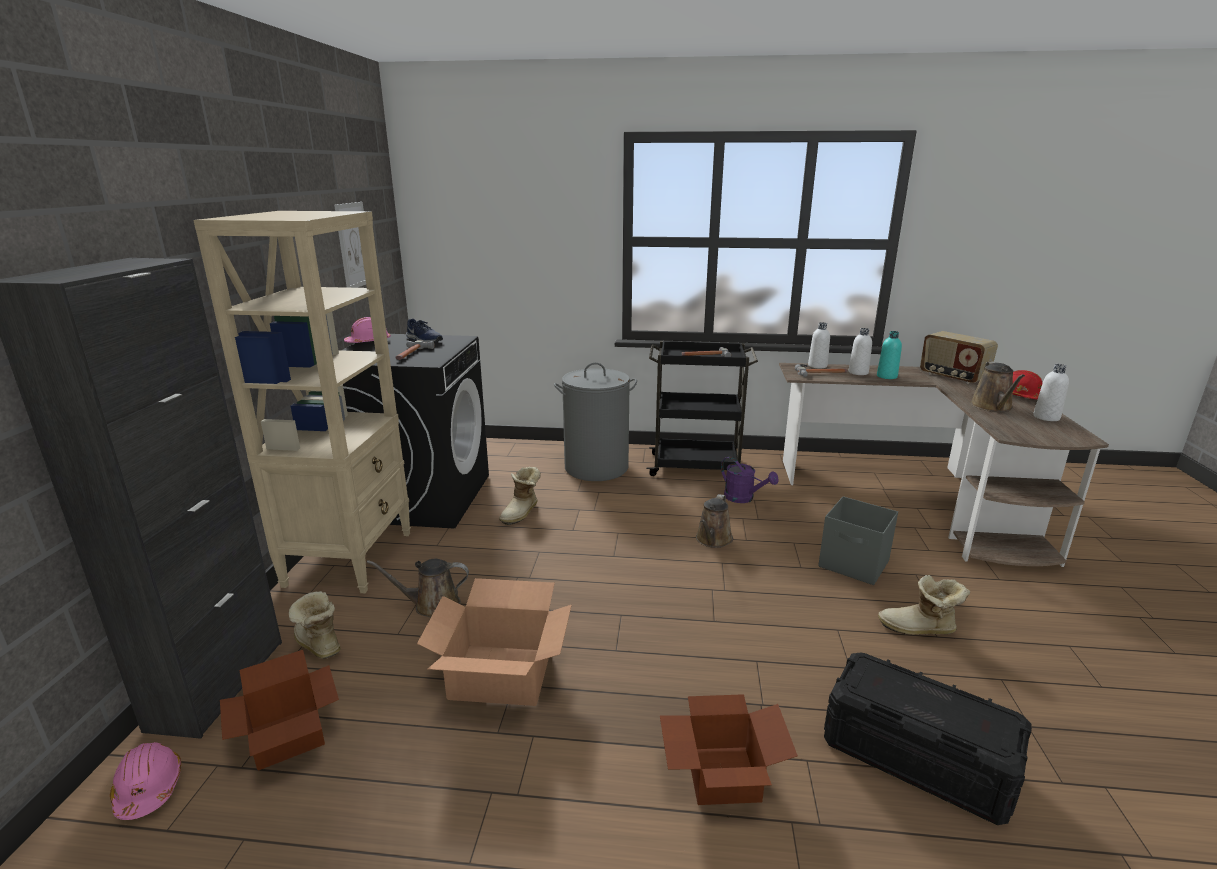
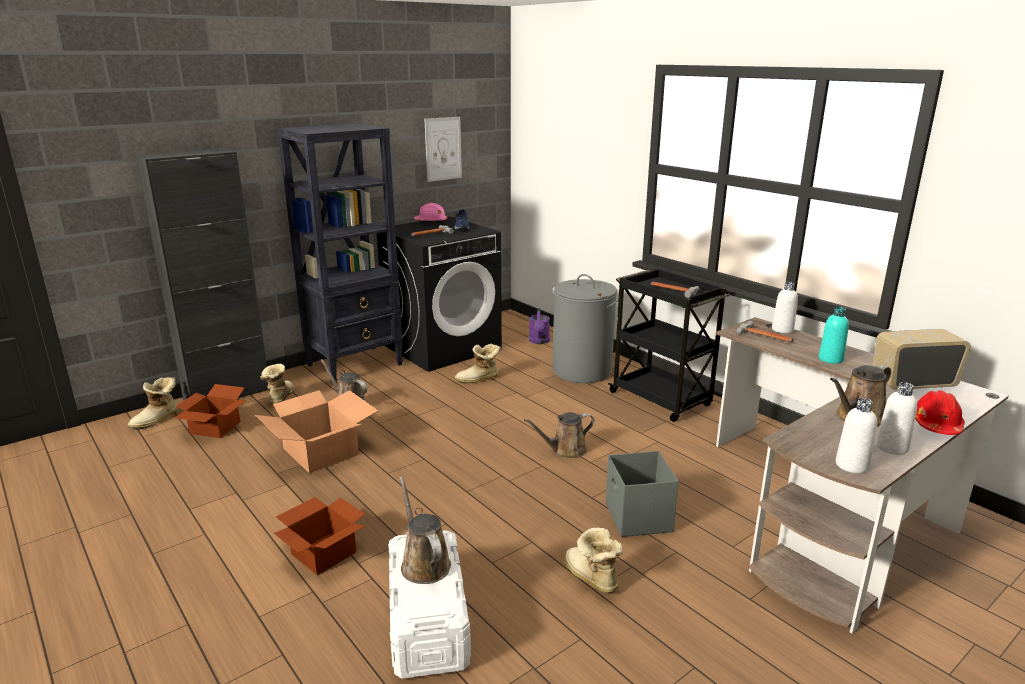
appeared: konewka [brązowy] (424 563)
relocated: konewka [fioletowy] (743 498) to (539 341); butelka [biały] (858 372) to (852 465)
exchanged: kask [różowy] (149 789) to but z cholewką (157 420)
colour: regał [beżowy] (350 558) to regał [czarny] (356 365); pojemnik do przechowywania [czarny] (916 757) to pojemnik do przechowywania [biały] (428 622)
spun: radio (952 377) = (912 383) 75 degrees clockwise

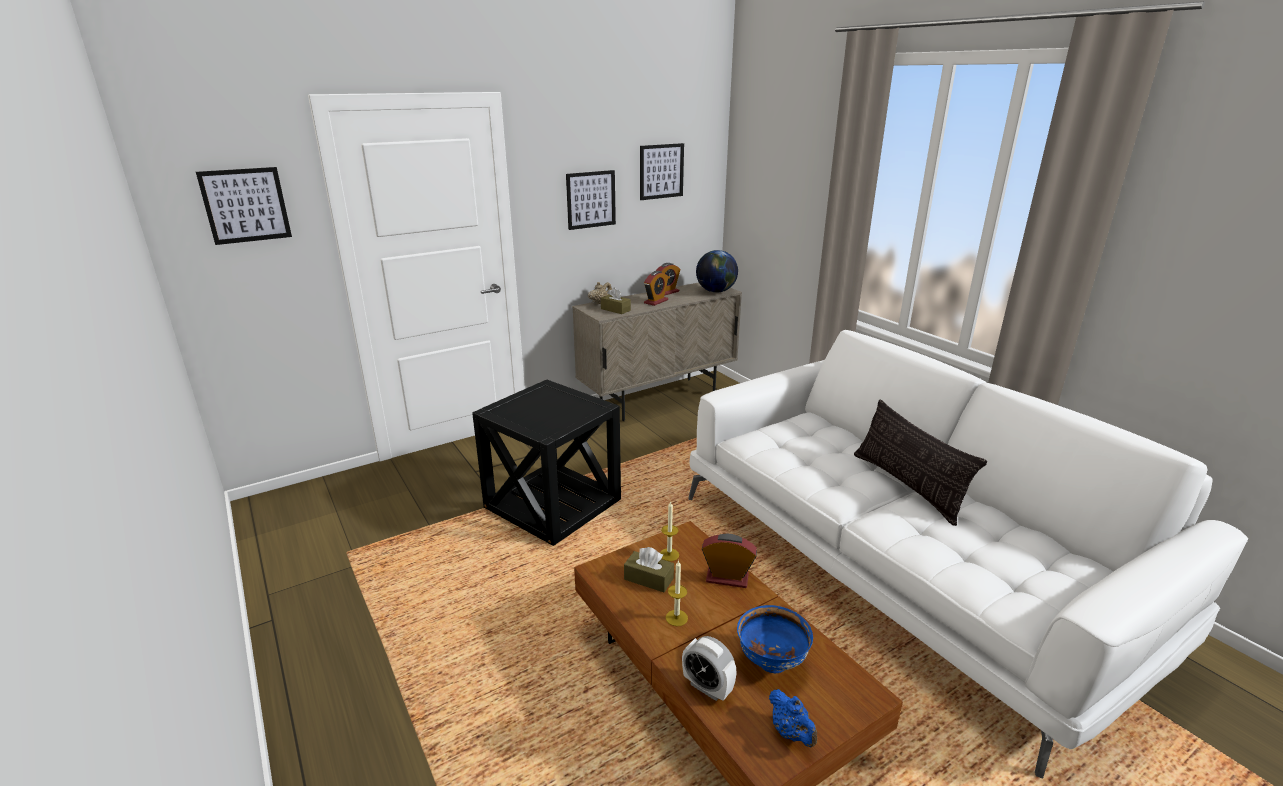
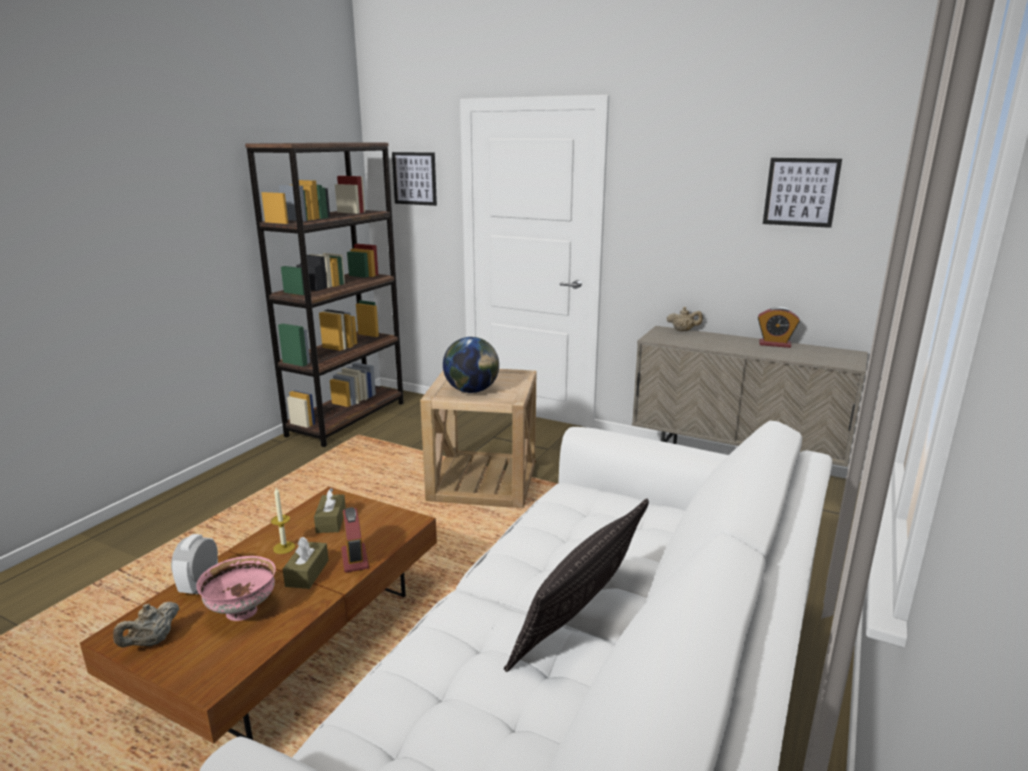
missing: obraz (591 199); budzik (656 301); świeca (669 554)
appeared: regał [brązowy] (347 419)
relocated: pudełko chusteczek [brązowy] (615 309) to (307 573); globus (716 291) to (472 391)
colour: stolik [czarny] (553 504) to stolik [beżowy] (483 481); miska [niebieski] (771 662) to miska [różowy] (241 611); imbryk [niebieski] (791 732) to imbryk [beżowy] (152 642)

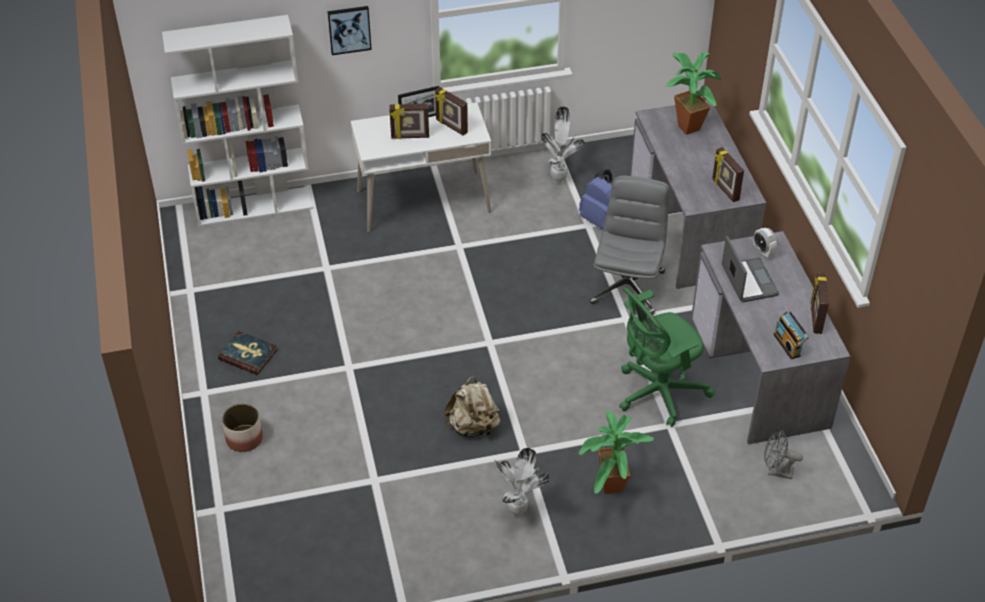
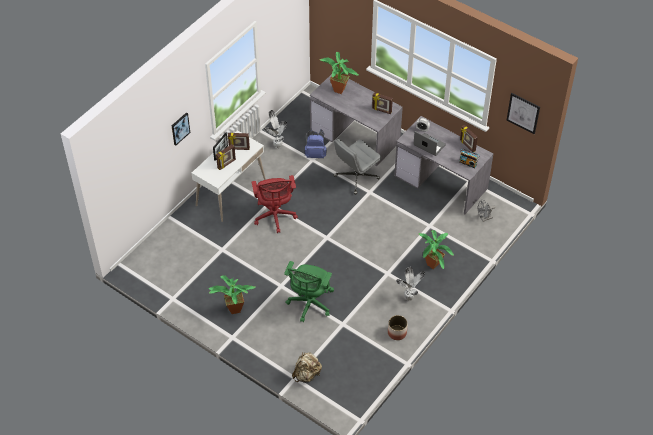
missing: regał [biały] (254 206)
appeared: krzesło biurowe [czerwony] (275 216); obraz (523 113)
relocated: donica (244 439) to (397 333); plecak [beżowy] (473 426) to (306 374); krzesło biurowe [zielony] (657 393) to (309 304)
exchanged: książka (248 354) to roślina doniczkowa (232 309)
spun: krzesło biurowe [szary] (627 286) = (356 177) 105 degrees counterclockwise

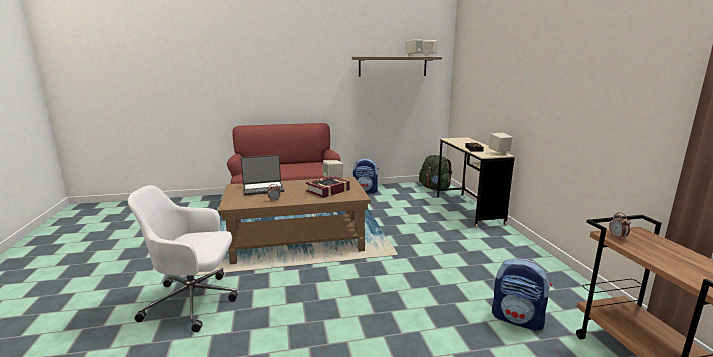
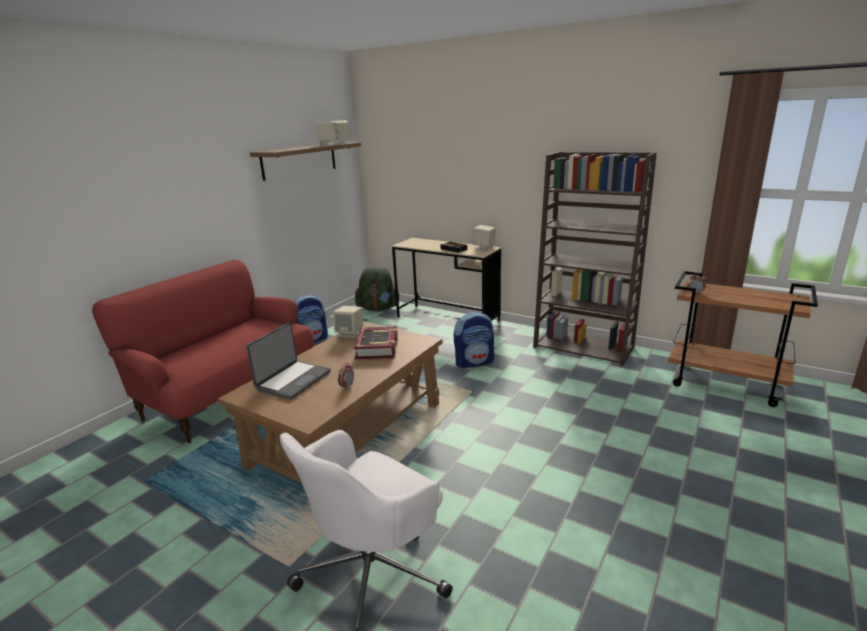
appeared: regał [brązowy] (584 347)
relocated: plecak (518 319) to (474 362)

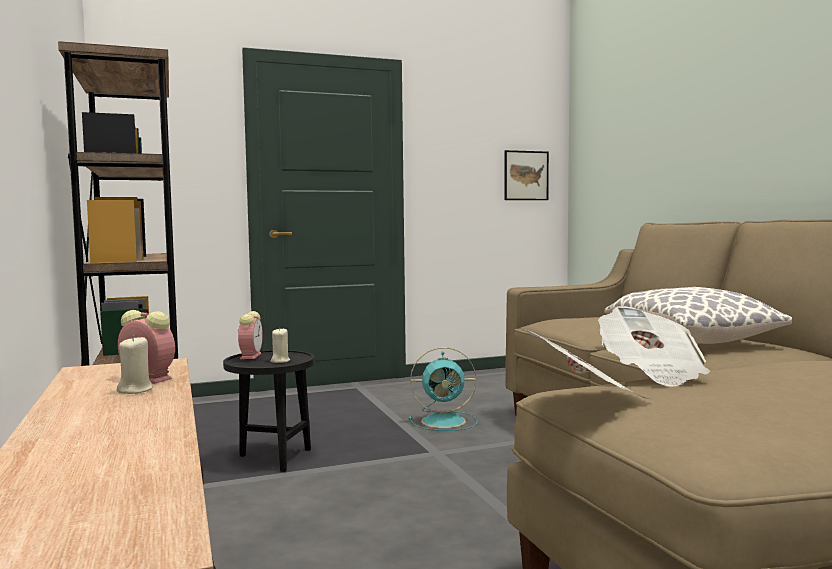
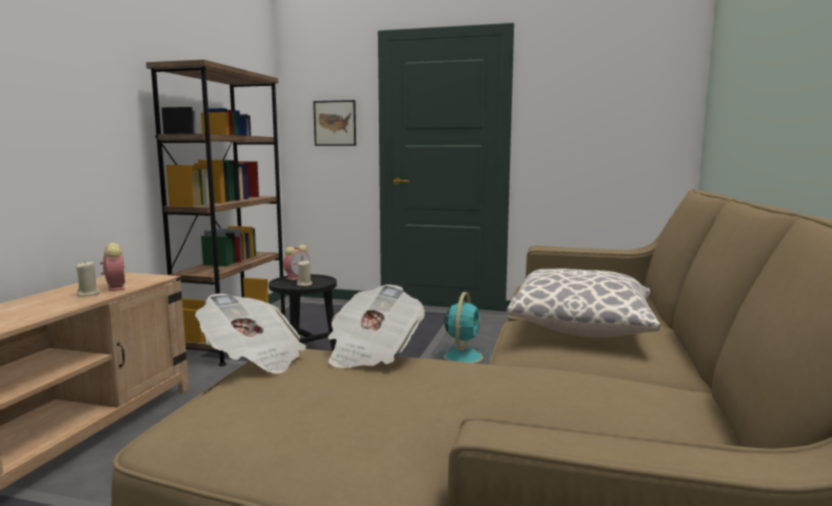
relocated: obraz (526 175) to (335 123)
spun: wentylator [turkusowy] (445 421) = (463 356) 105 degrees counterclockwise

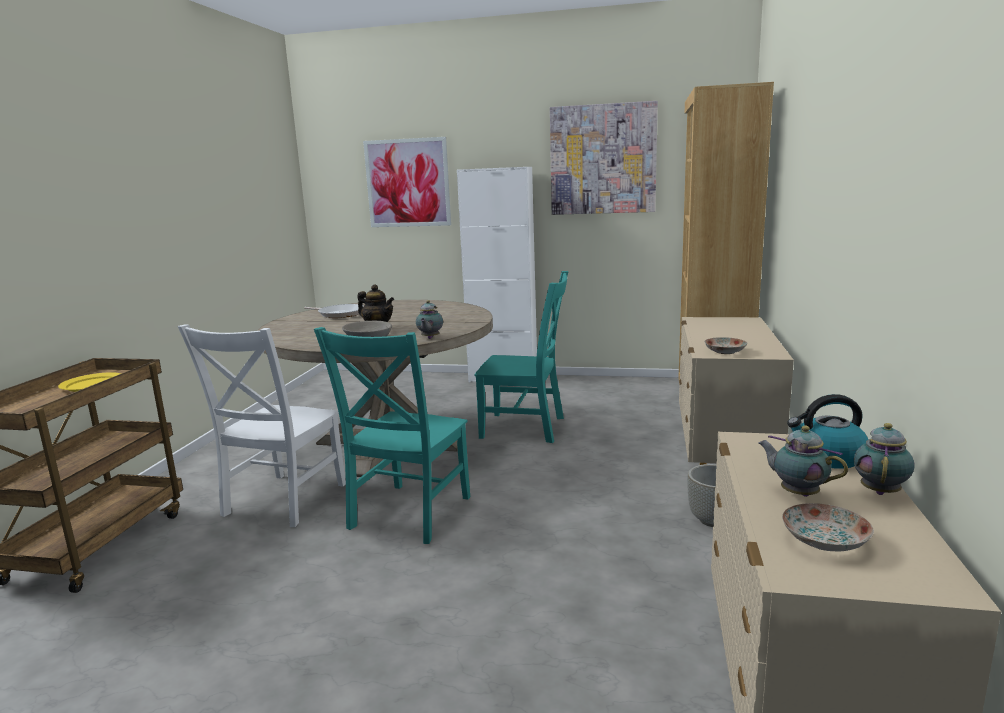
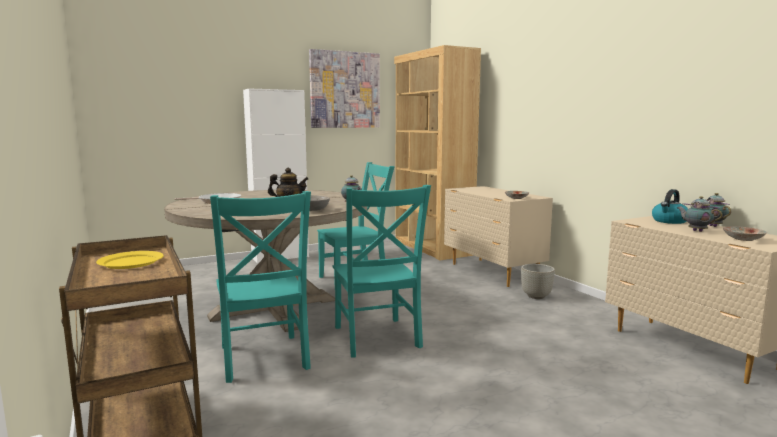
missing: obraz (407 183)
colour: krzesło [biały] (282 502) to krzesło [turkusowy] (263 359)
spun: imbryk (797 493) = (696 231) 45 degrees clockwise

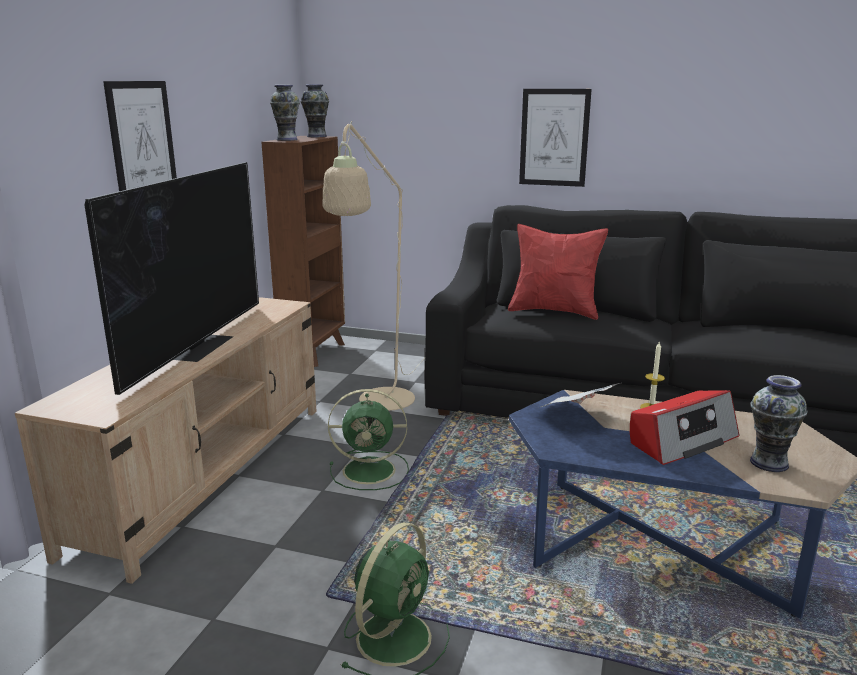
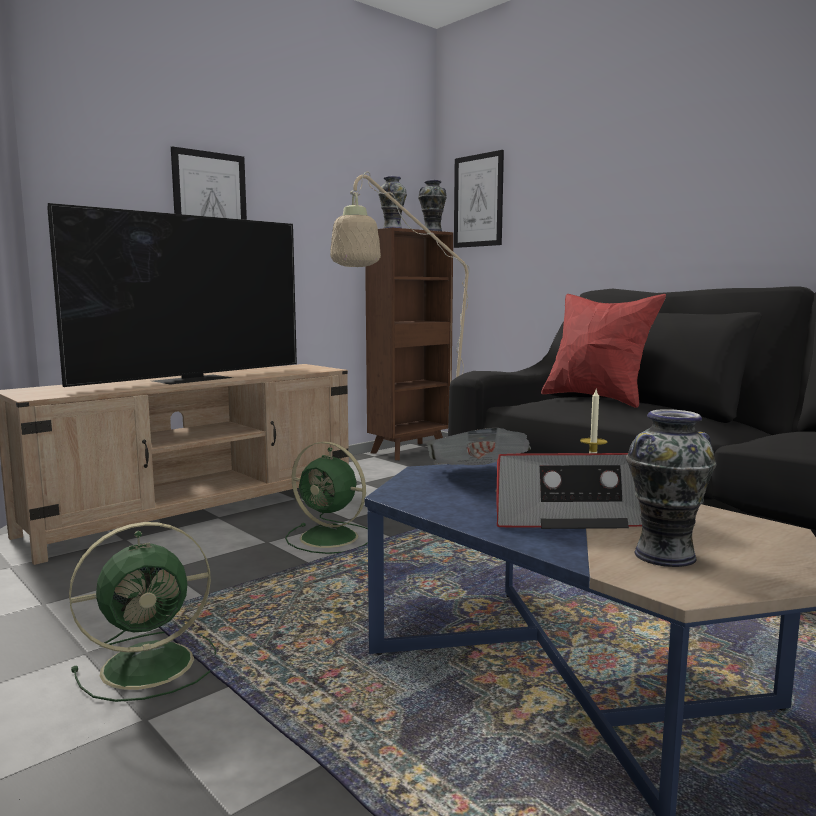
relocated: obraz (554 137) to (478 201)

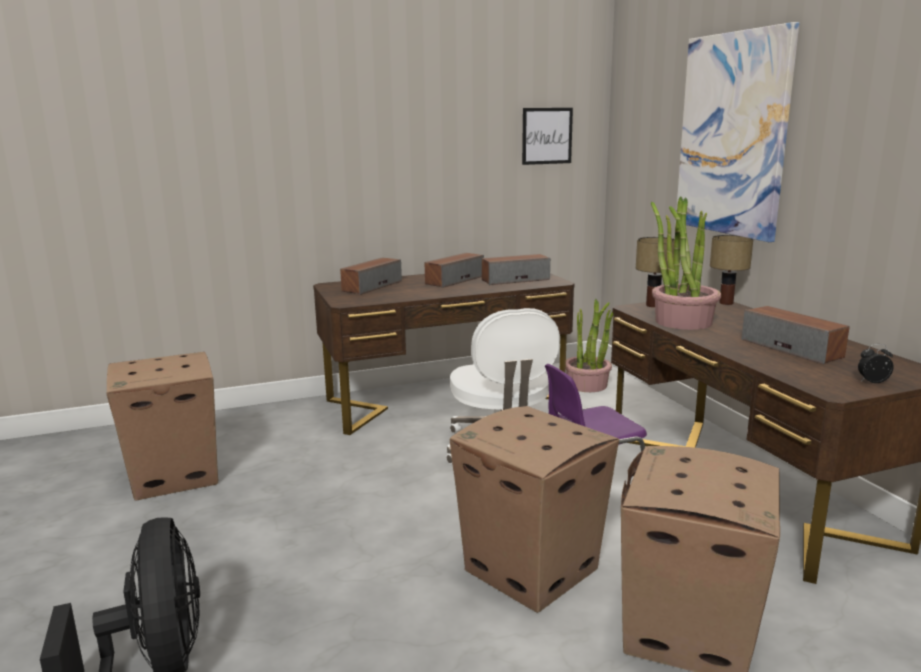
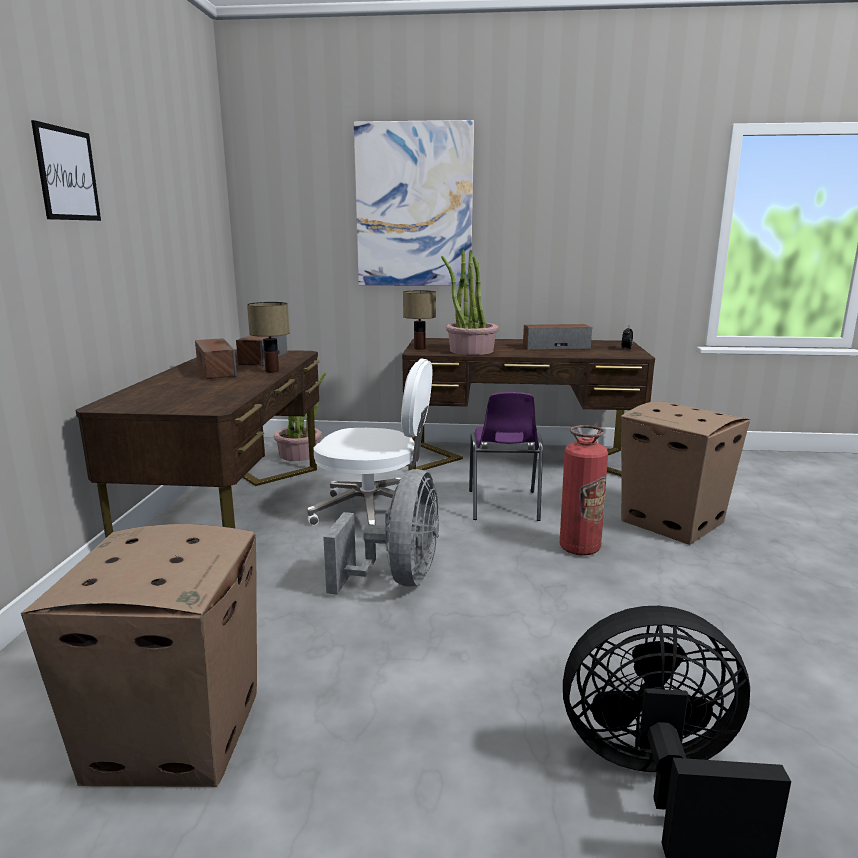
missing: głośnik (372 286)
appeared: wentylator [szary] (398 579)
relocated: obraz (547 136) to (67 174); lampa stołowa (727 303) to (272 371)
exchanged: karton (532 569) to gaśnica (579 548)

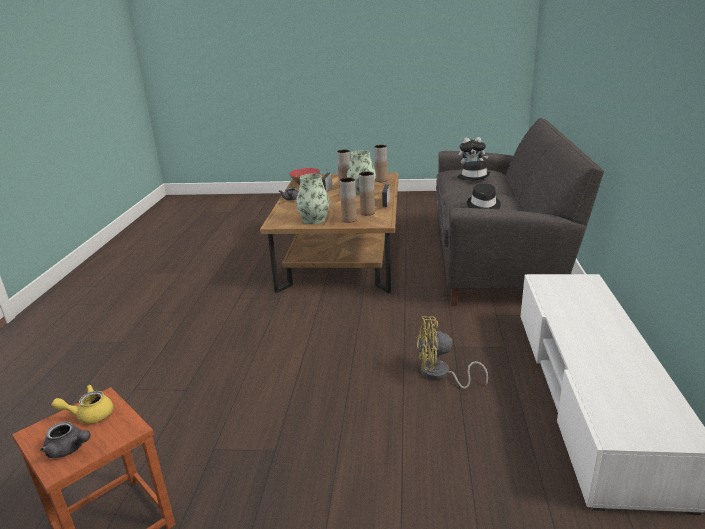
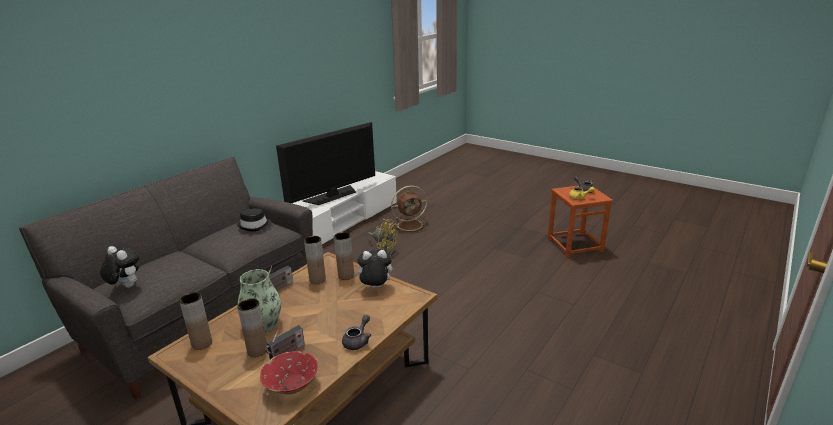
missing: kapelusz [czarny] (473 177)
appeared: telewizor (332 196); wentylator [brązowy] (411 225)
exchanged: wazon (314 220) to pluszak (375 288)

